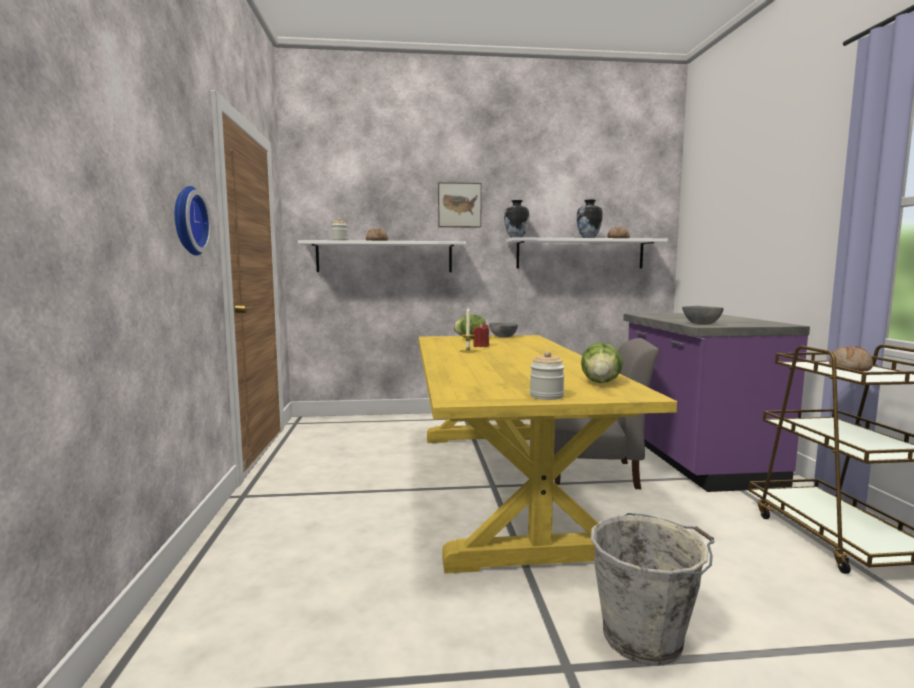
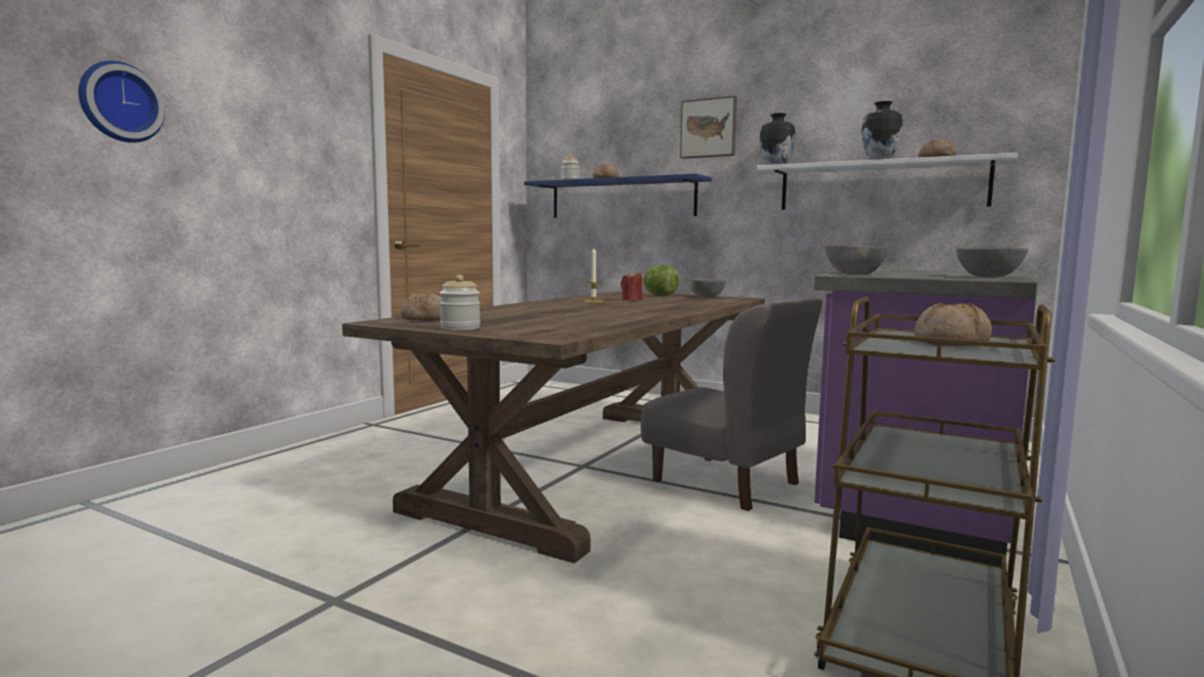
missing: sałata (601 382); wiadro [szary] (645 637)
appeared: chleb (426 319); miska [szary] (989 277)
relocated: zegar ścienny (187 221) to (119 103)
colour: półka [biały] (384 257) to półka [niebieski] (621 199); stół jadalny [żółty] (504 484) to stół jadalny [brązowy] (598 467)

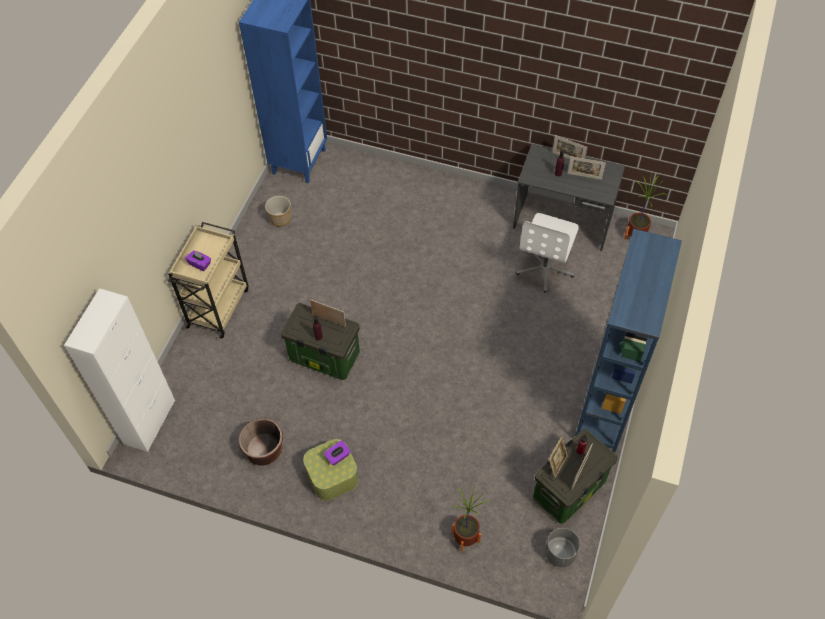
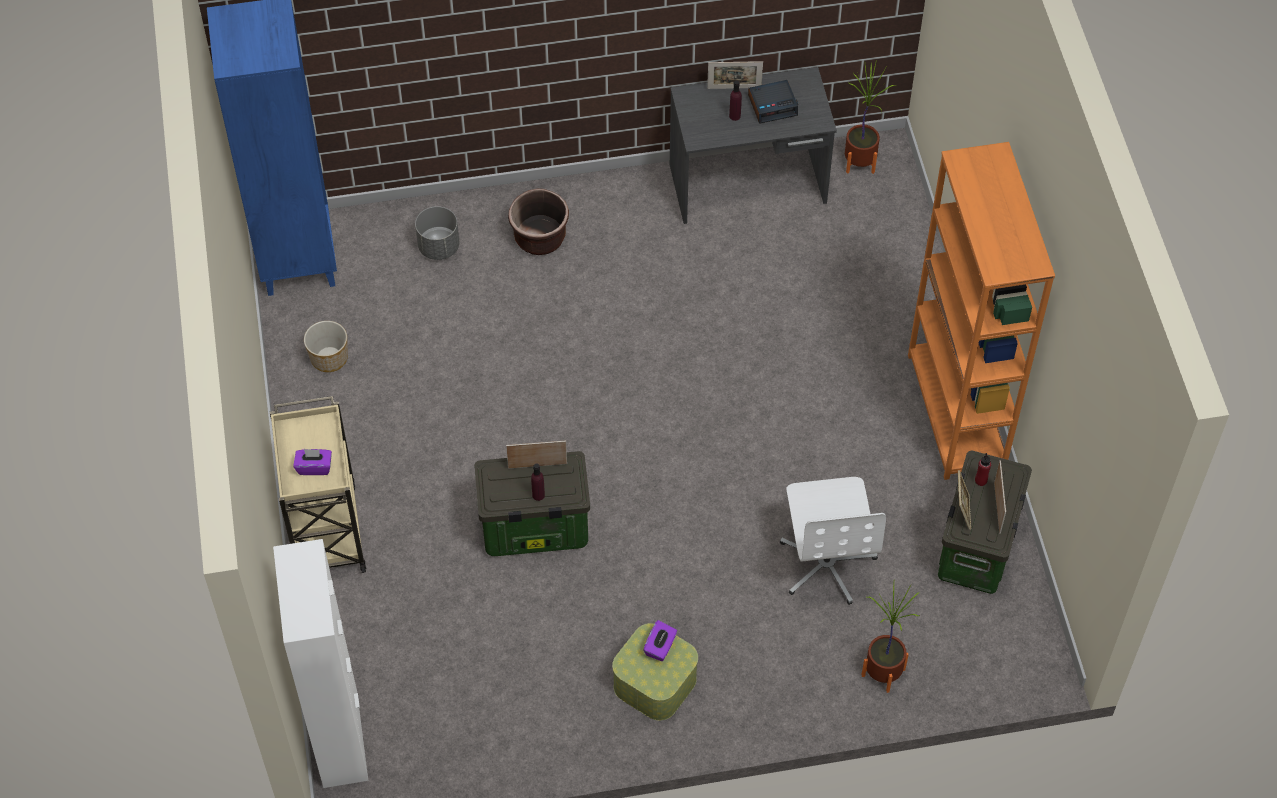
relocated: donica [brązowy] (264 450) to (540 237); krzesło biurowe [biały] (545 268) to (827 563); donica [szary] (560 553) to (439 247)
exchanged: ramka na zdjęcie (584 176) to budzik (773 105)
colour: regał [niebieski] (605 403) to regał [pomarańczowy] (956 412)

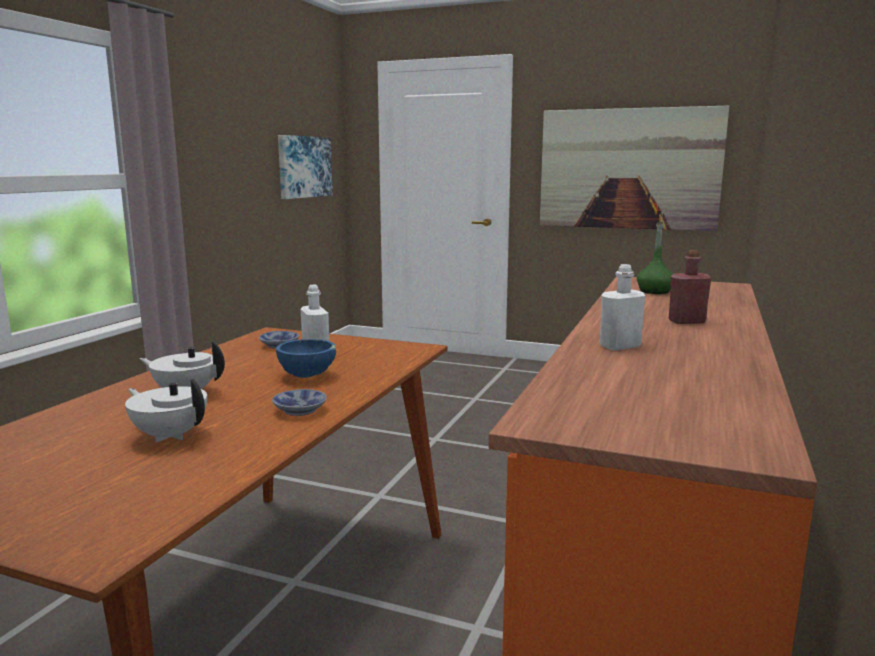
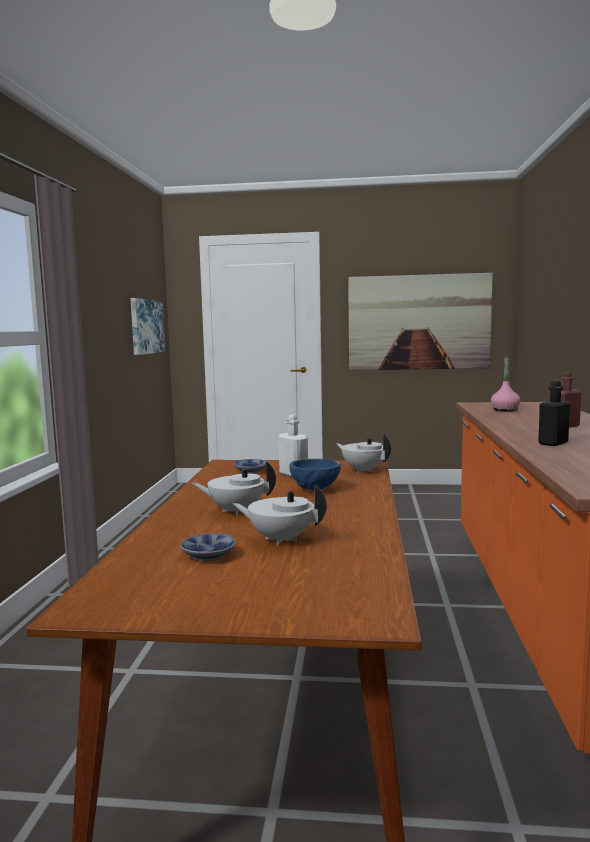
appeared: imbryk [biały] (363 470)
relocated: miska (299 411) to (208 556)
colour: butelka [biały] (620 346) to butelka [czarny] (553 443); butelka [zielony] (654 291) to butelka [różowy] (505 410)

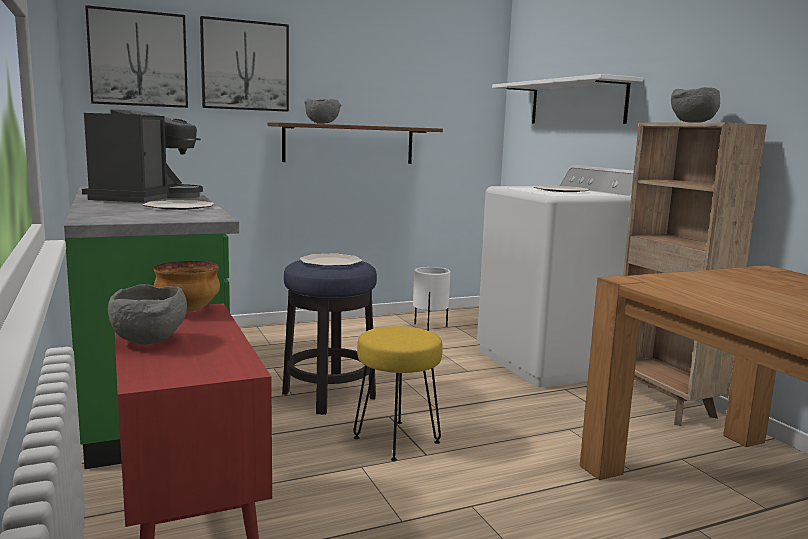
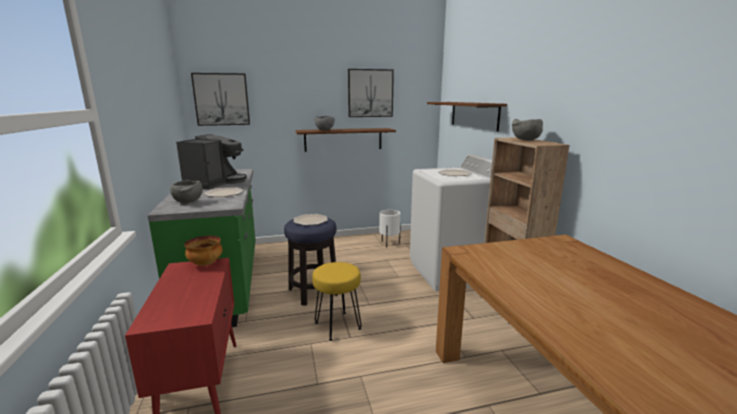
relocated: miska [szary] (150 342) to (188 202); obraz (245 66) to (370 93)
colour: półka [biały] (576 103) to półka [brązowy] (474 115)

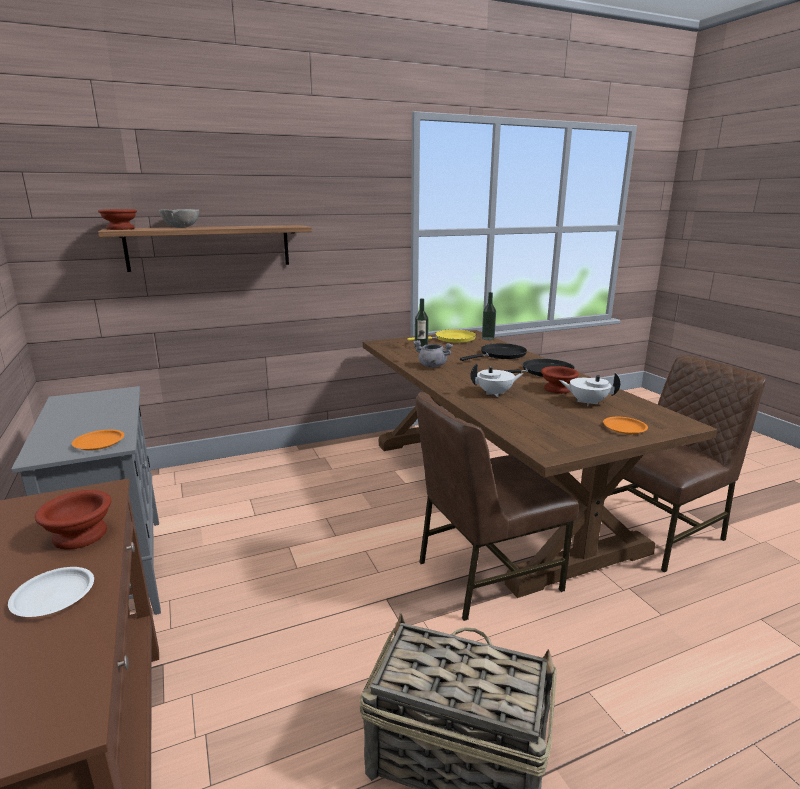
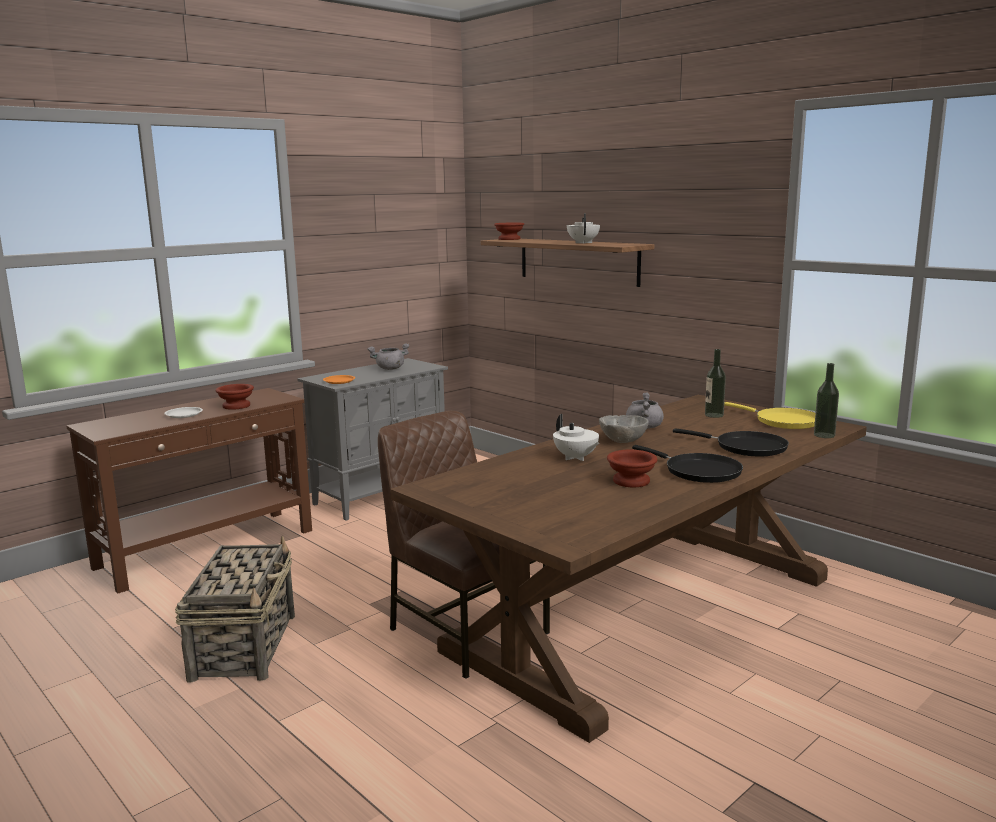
missing: talerz [pomarańczowy] (625 428); krzesło [brązowy] (659 531)
appeared: garnek [szary] (389 369)
relocated: miska [szary] (181 227) to (622 441); imbryk [biały] (587 402) to (583 243)

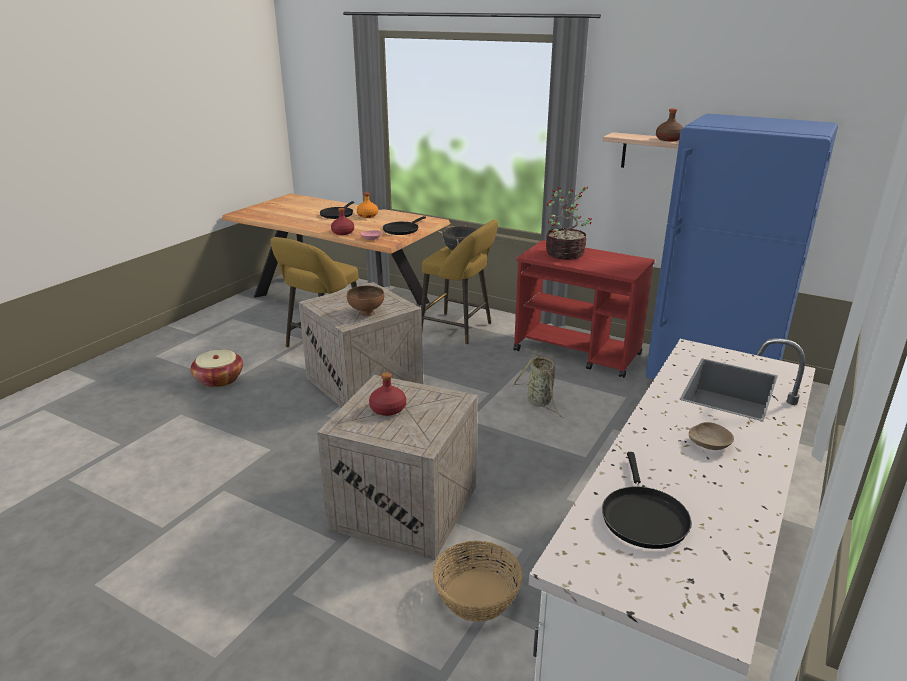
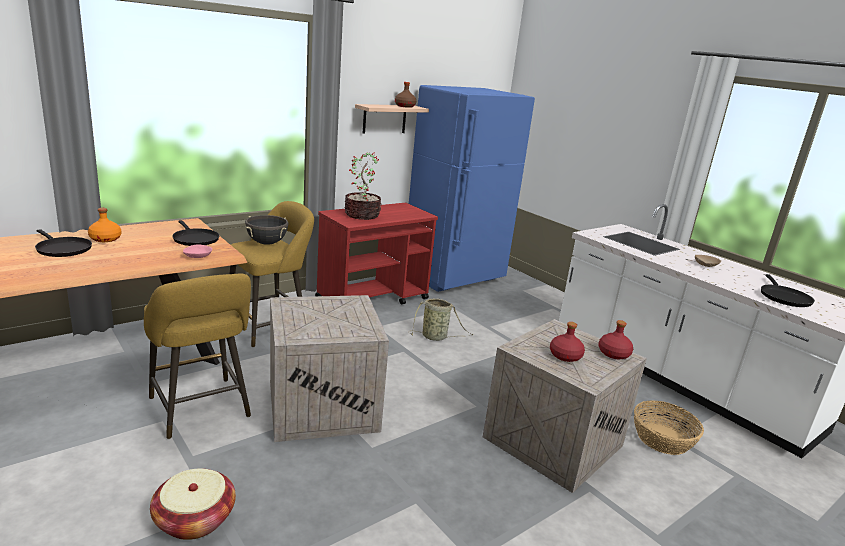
missing: miska [brązowy] (366 313)
relocated: butelka [czerwony] (342 232) to (613 354)
spun: patelnia [czarny] (643 517) = (783 297) 75 degrees clockwise

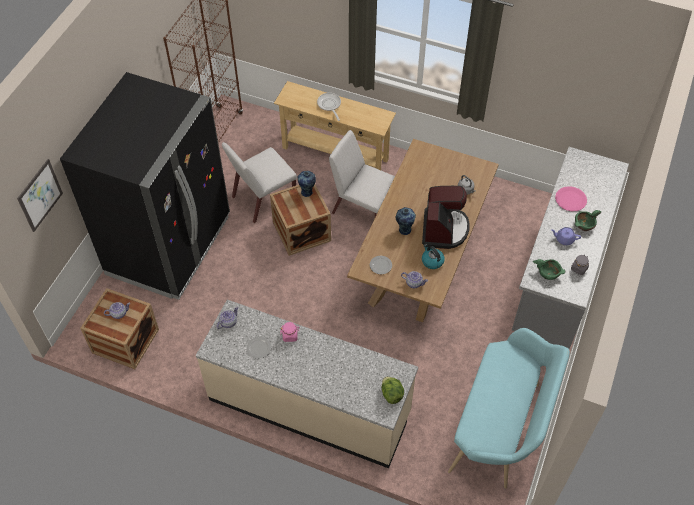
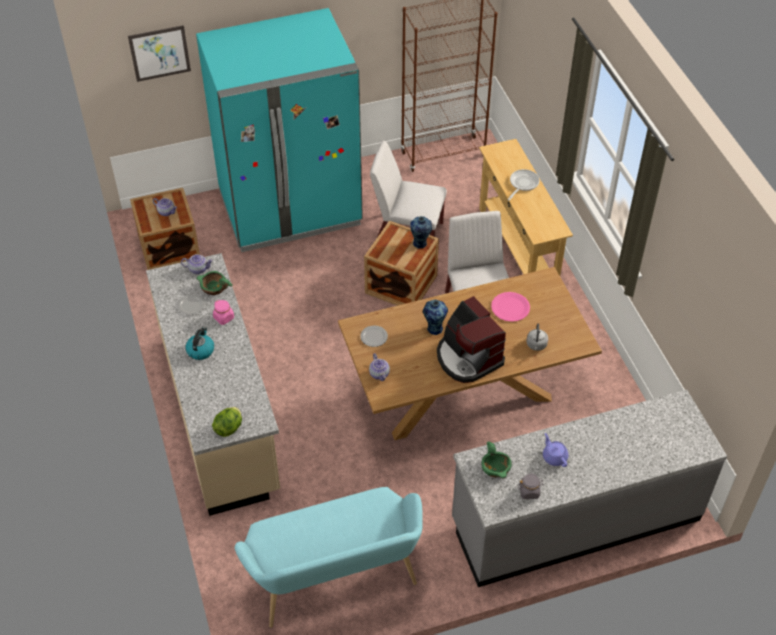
relocated: czajnik (432 261) to (200 350); talerz [różowy] (570 199) to (510 308); miska [zielony] (584 225) to (214 288)
colour: lodówka [czarny] (170 245) to lodówka [turkusowy] (290 209)
spun: ekspres do kawy (444 229) = (468 358) 90 degrees clockwise

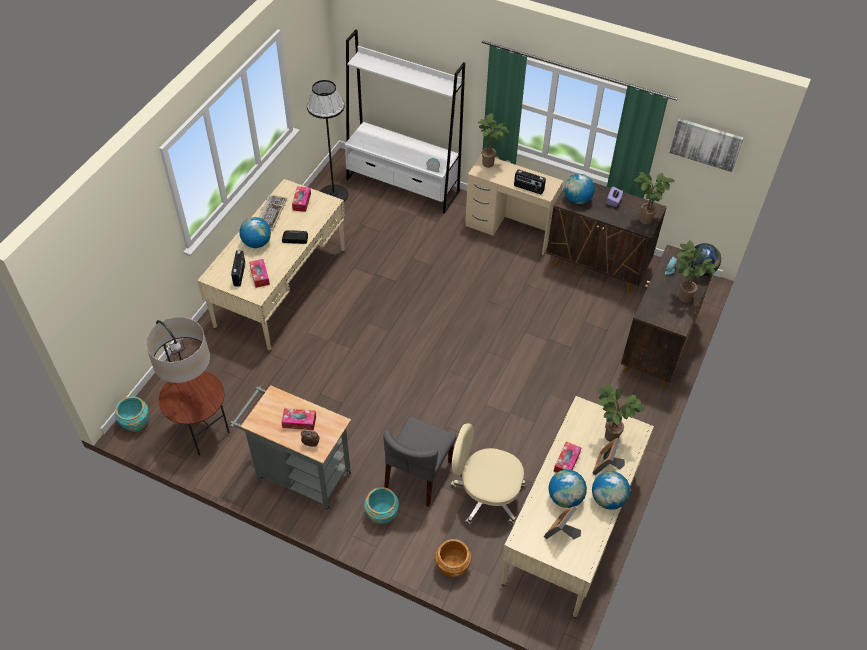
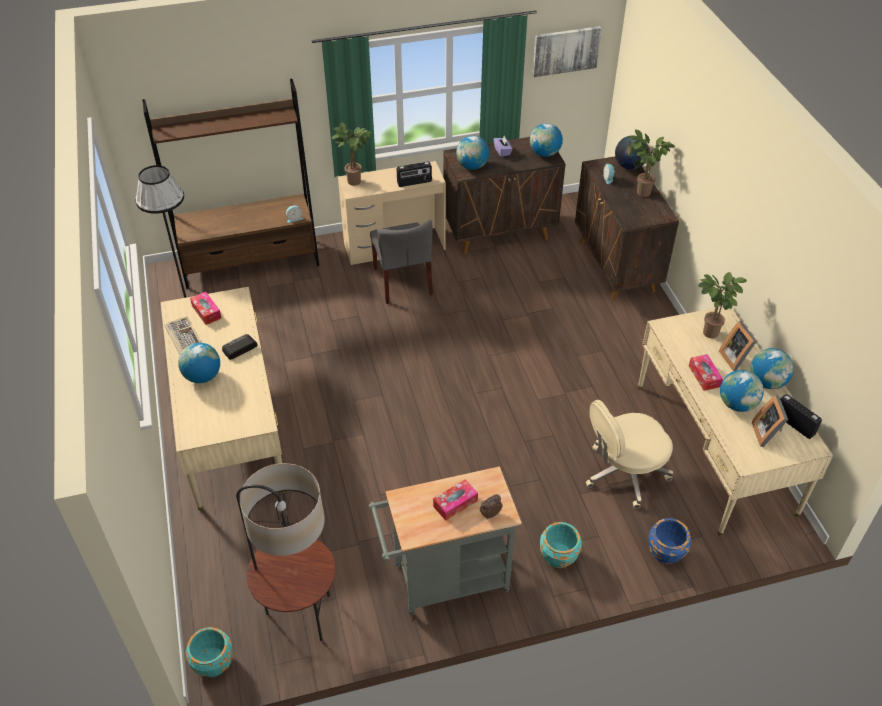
missing: pudełko chusteczek (260 276)
relocated: radio (240 274) to (794 424); krzesło [szary] (418 475) to (403 282)
exchanged: roślina doniczkowa (644 221) to globus (544 154)
colour: regał [biały] (403 185) to regał [brązowy] (251 263); donica [brązowy] (452 566) to donica [niebieski] (665 552)

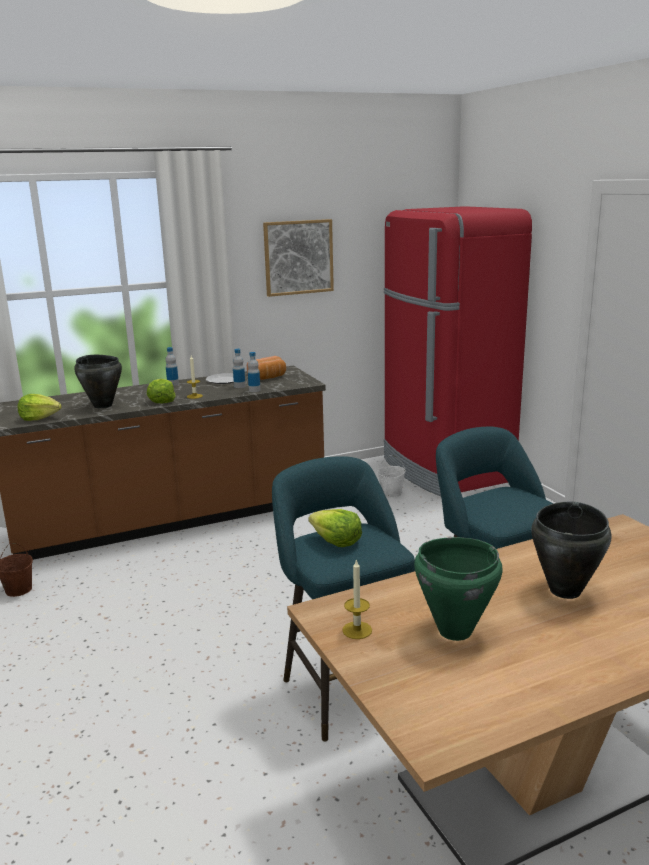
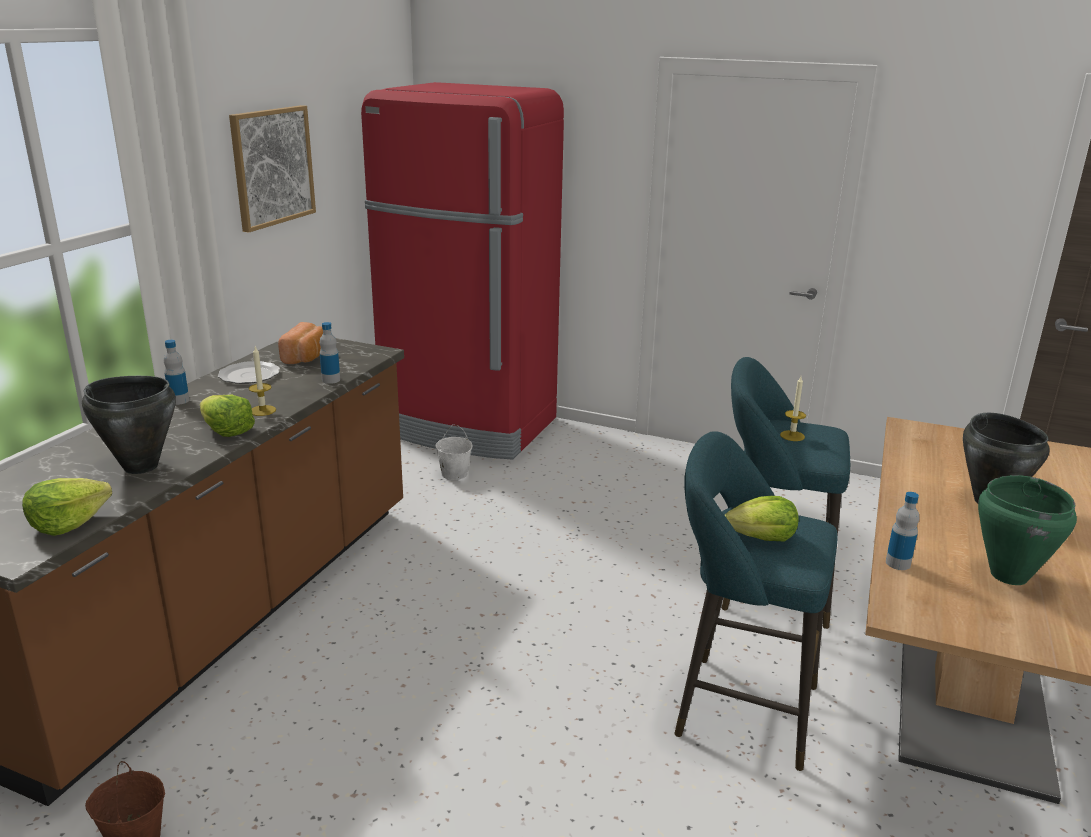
relocated: butelka (239 386) to (898 563); świeca (357 630) to (792 436)

